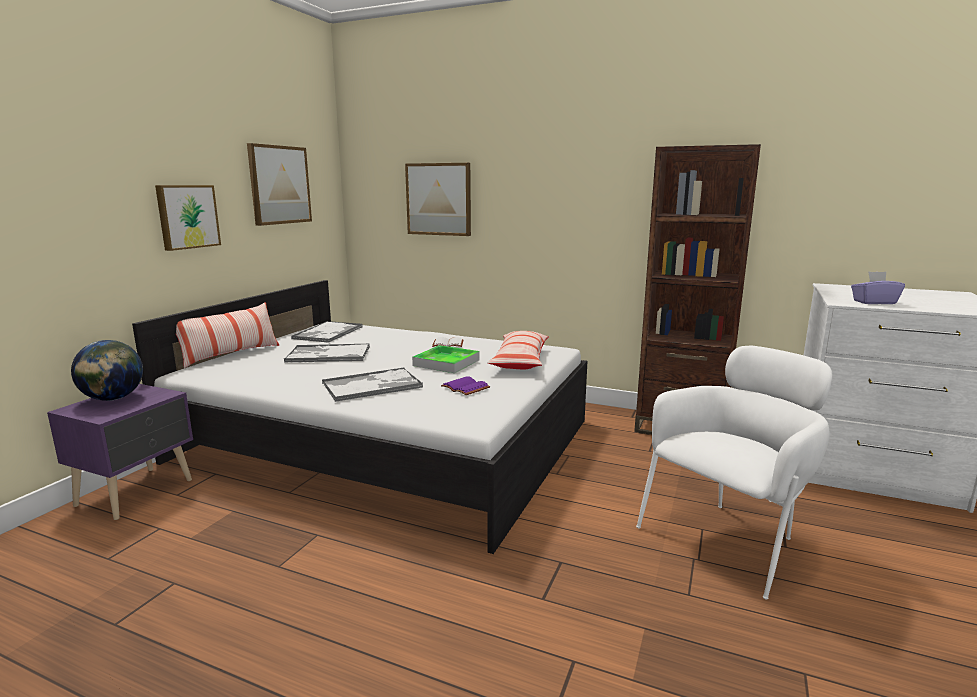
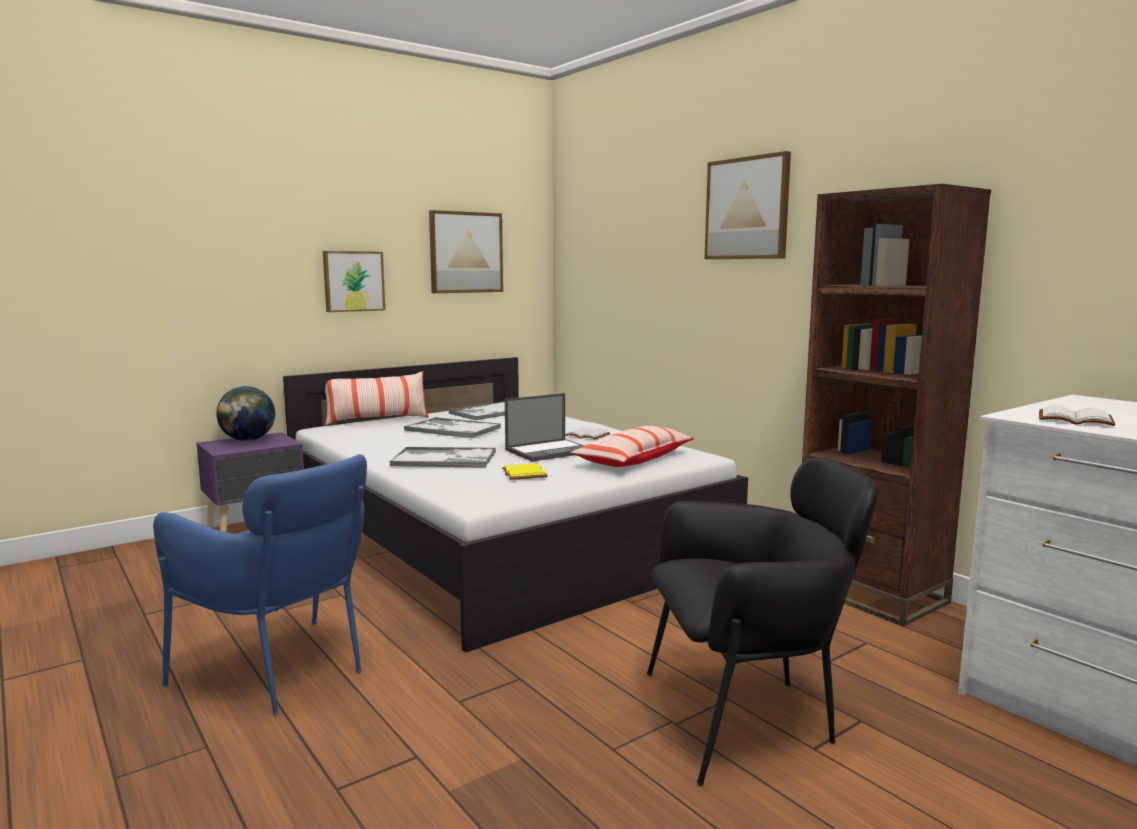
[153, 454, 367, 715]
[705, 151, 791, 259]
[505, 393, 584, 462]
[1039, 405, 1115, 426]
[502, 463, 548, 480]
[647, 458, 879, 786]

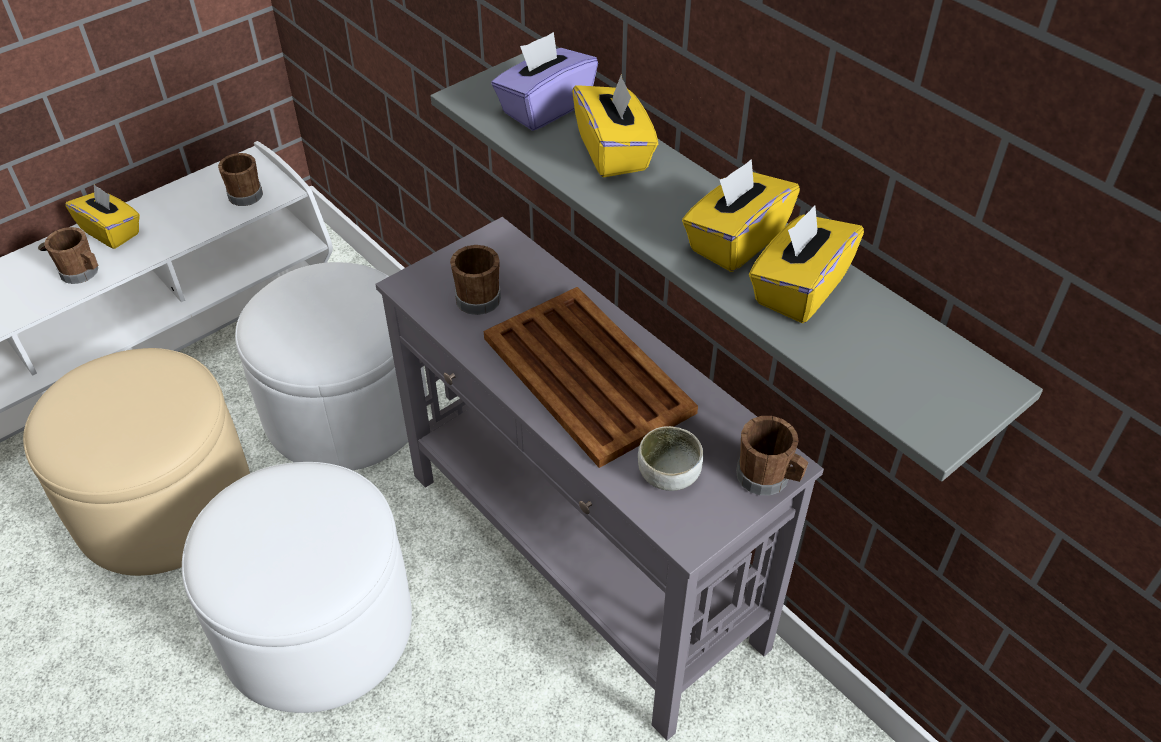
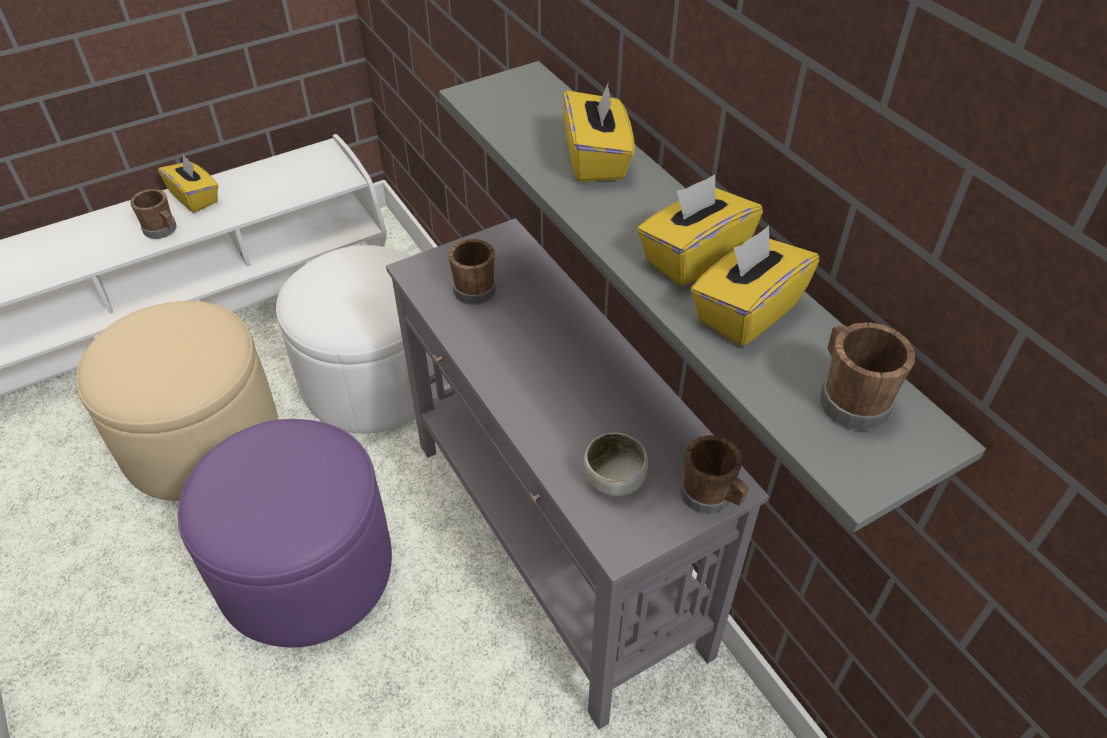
[484, 287, 698, 468] (first image)
[491, 32, 598, 131] (first image)
[820, 322, 915, 431]
[178, 419, 392, 647]

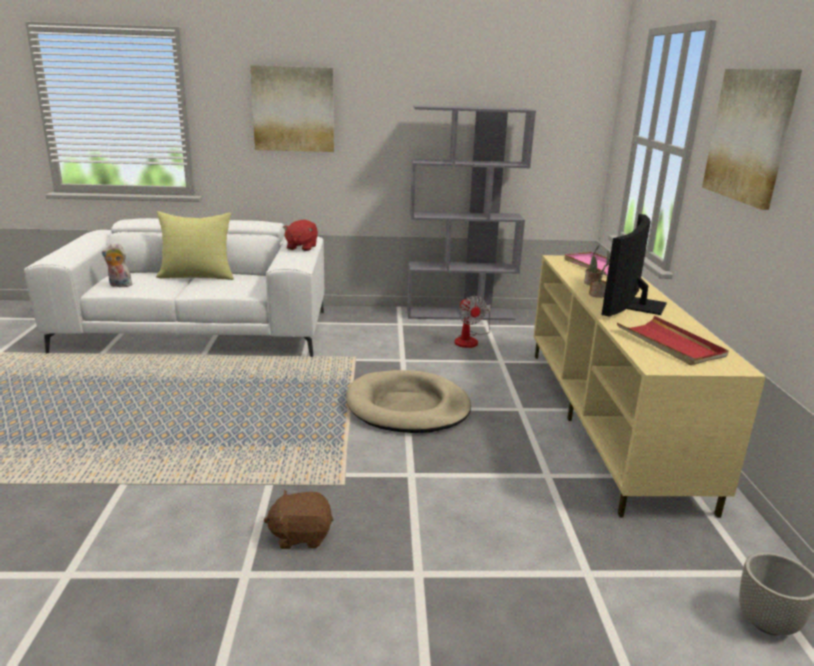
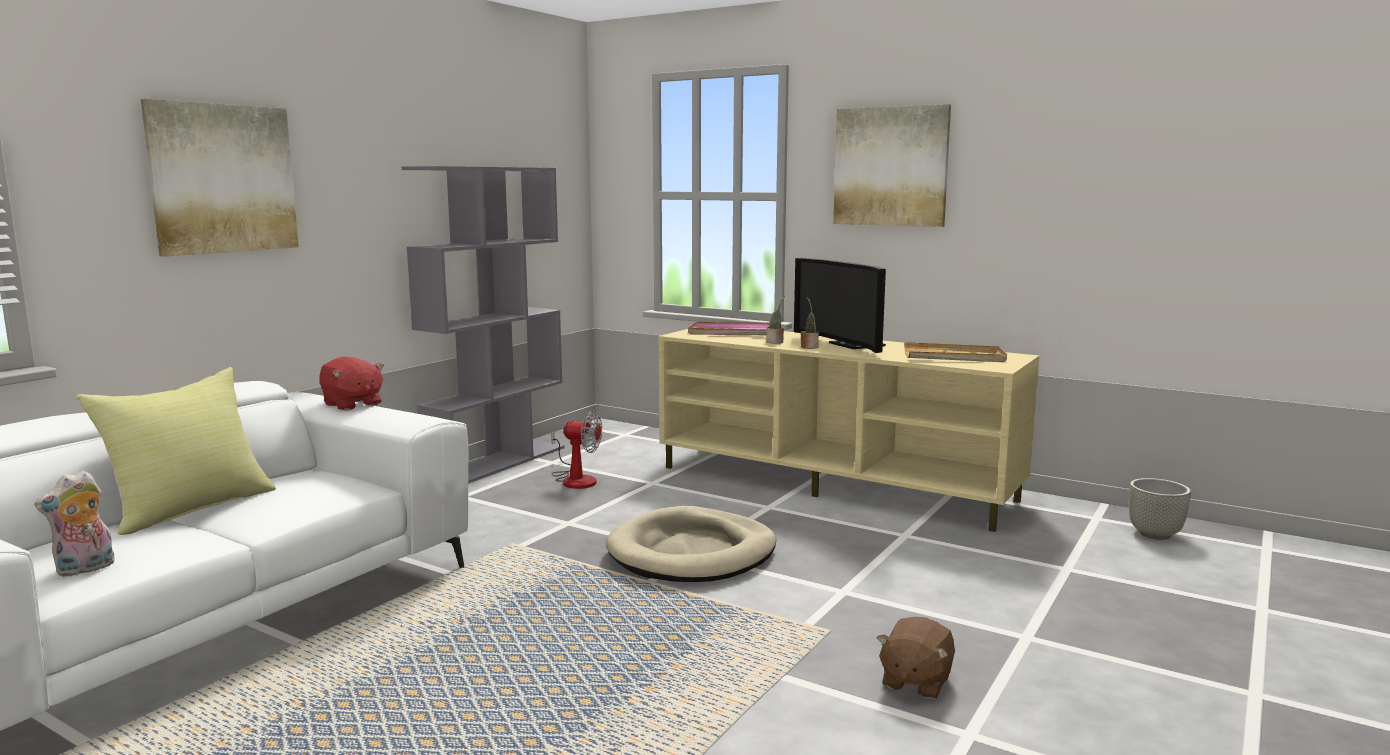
[904, 342, 1007, 362]

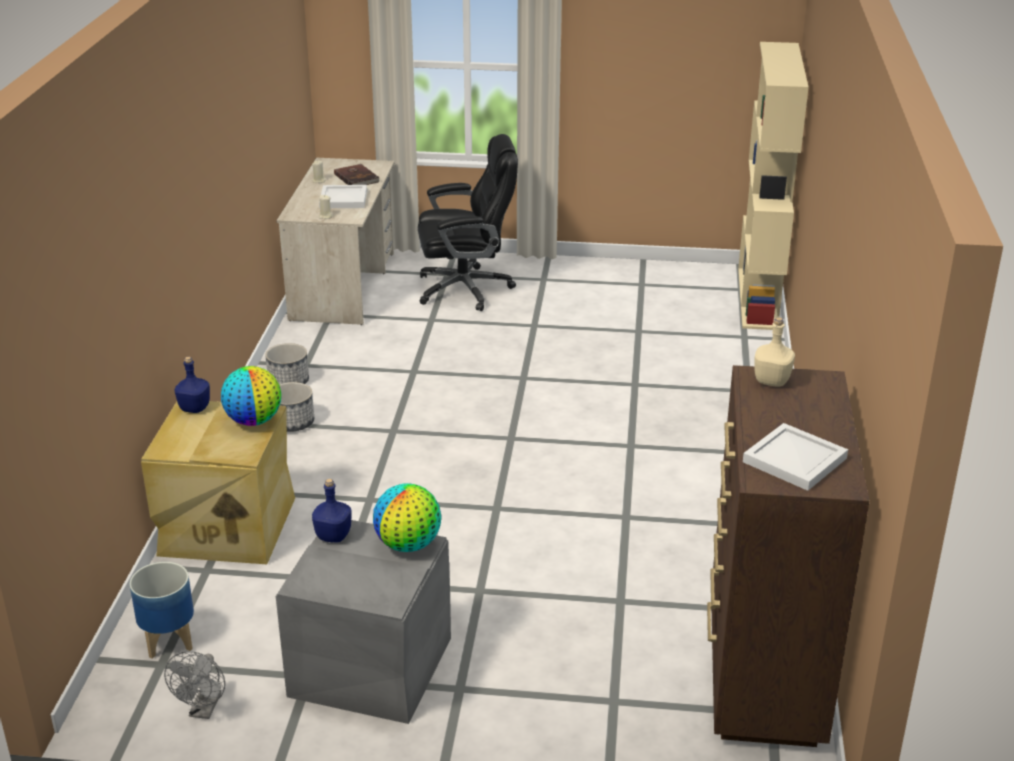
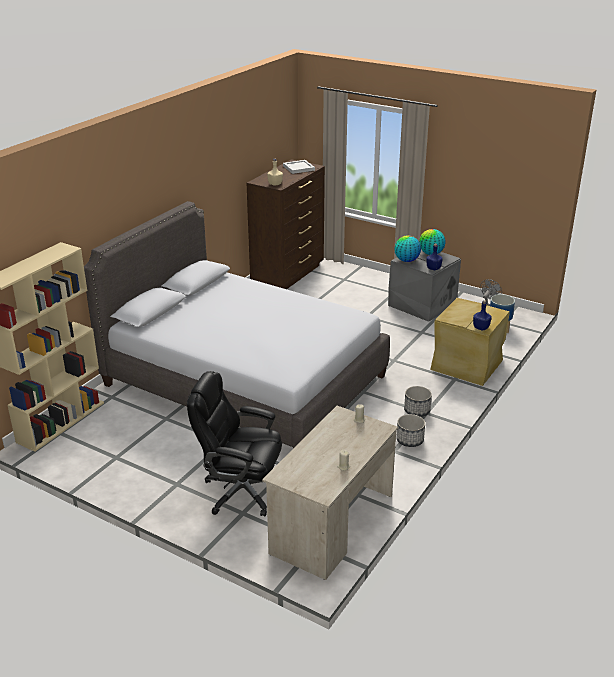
[319, 185, 367, 208] (first image)
[334, 164, 379, 185] (first image)
[84, 201, 390, 448]
[419, 229, 446, 255]

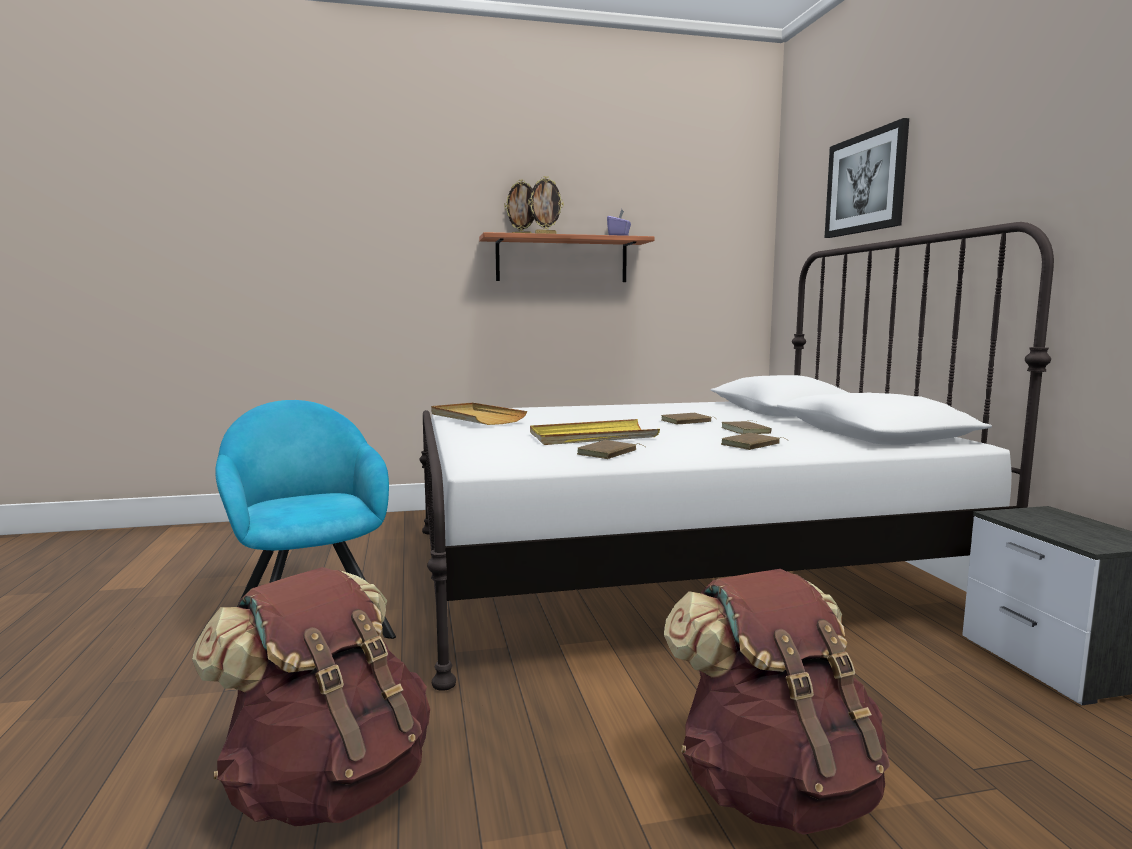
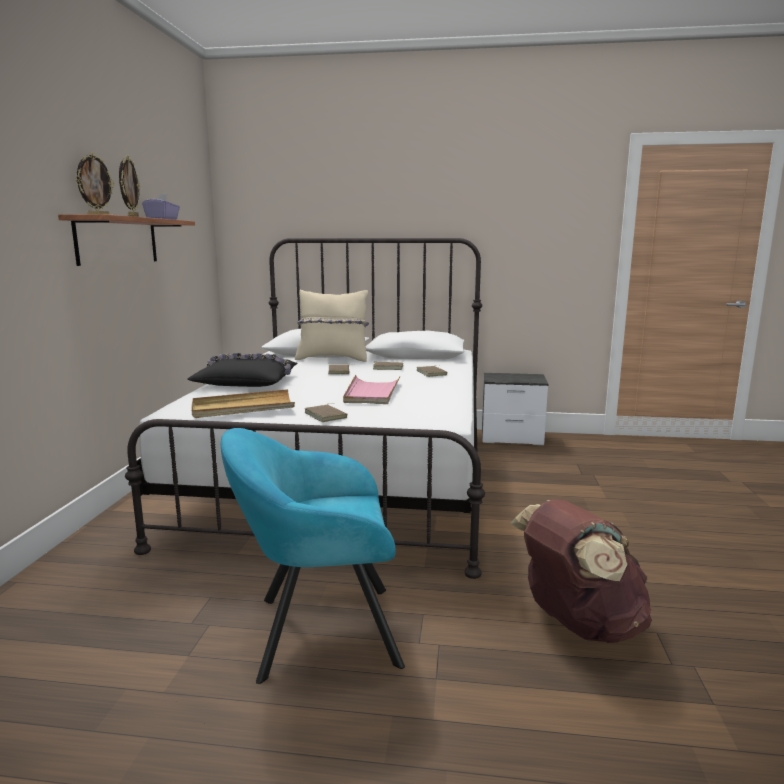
[664, 569, 890, 835] (first image)
[825, 118, 909, 238] (first image)
[187, 353, 298, 387]
[295, 290, 369, 362]
[305, 403, 347, 422]
[343, 375, 400, 404]

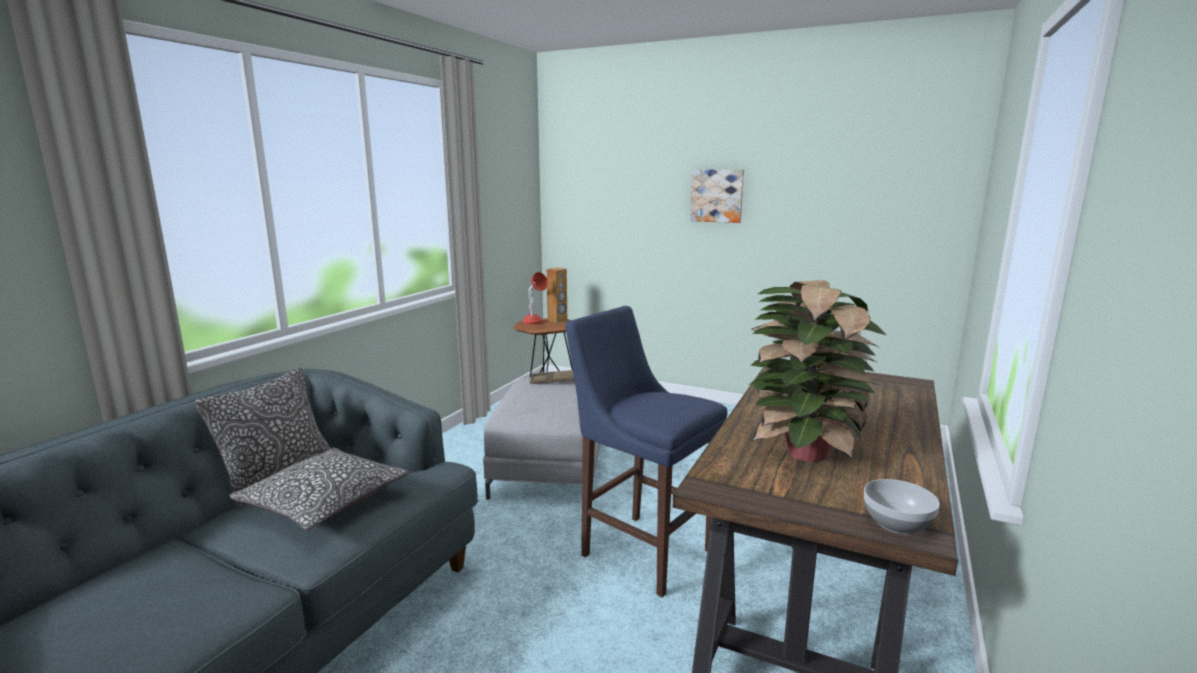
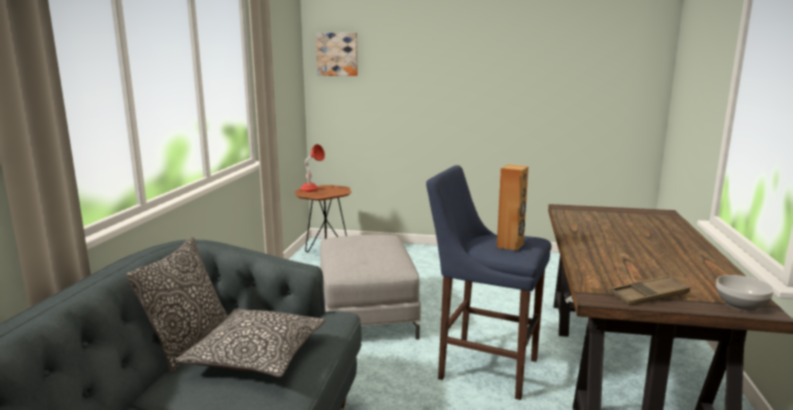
[749, 280, 886, 462] (first image)
[610, 276, 690, 305]
[497, 165, 529, 251]
[316, 33, 358, 76]

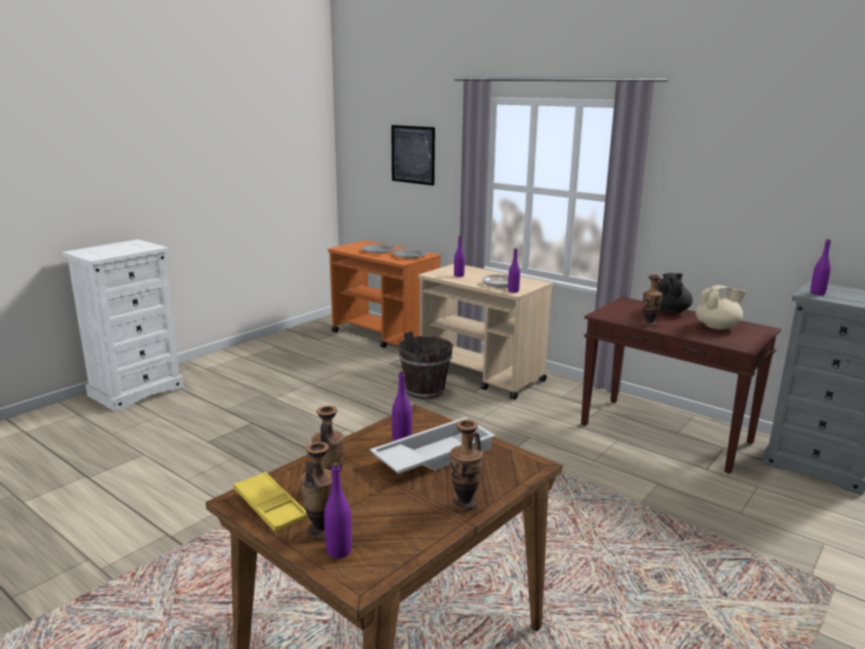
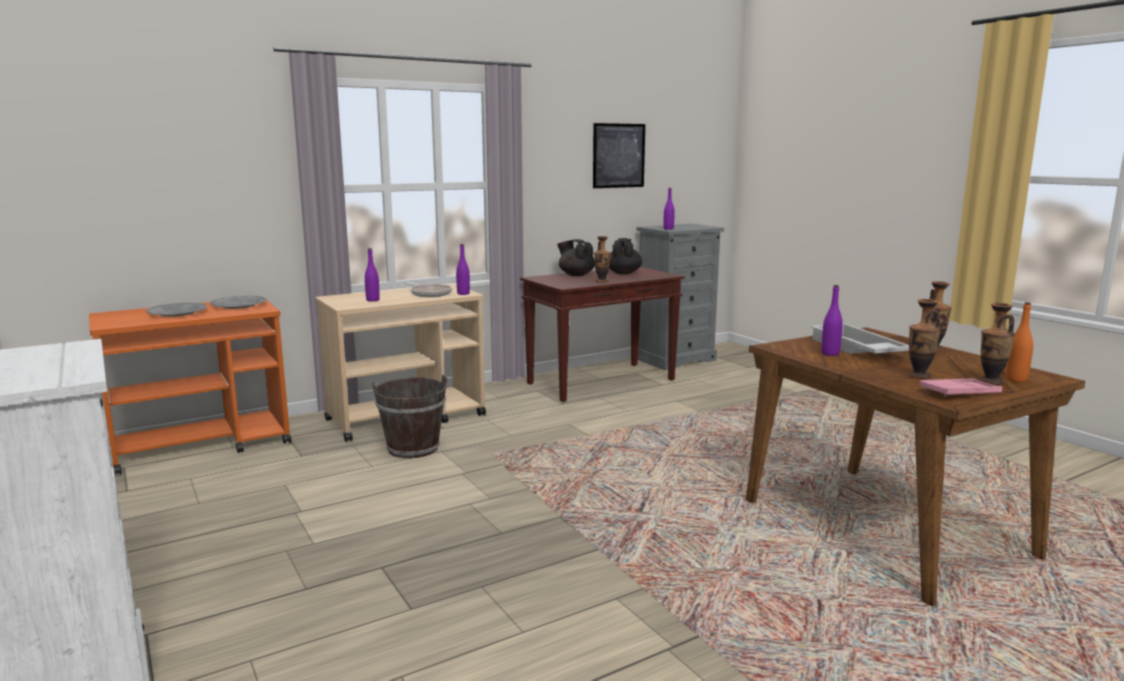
[593, 123, 645, 188]
[919, 379, 1002, 397]
[1006, 302, 1033, 382]
[609, 238, 643, 274]

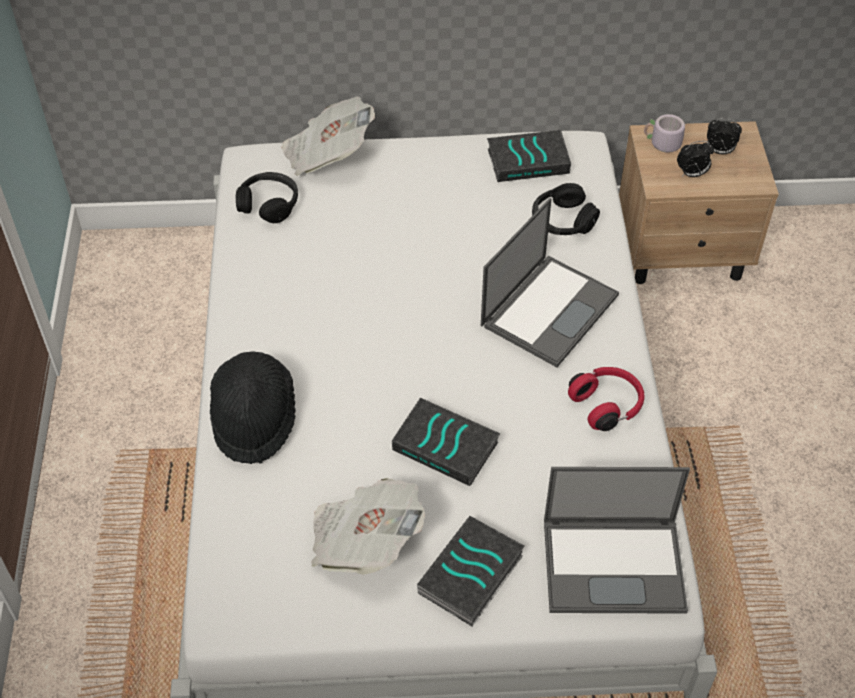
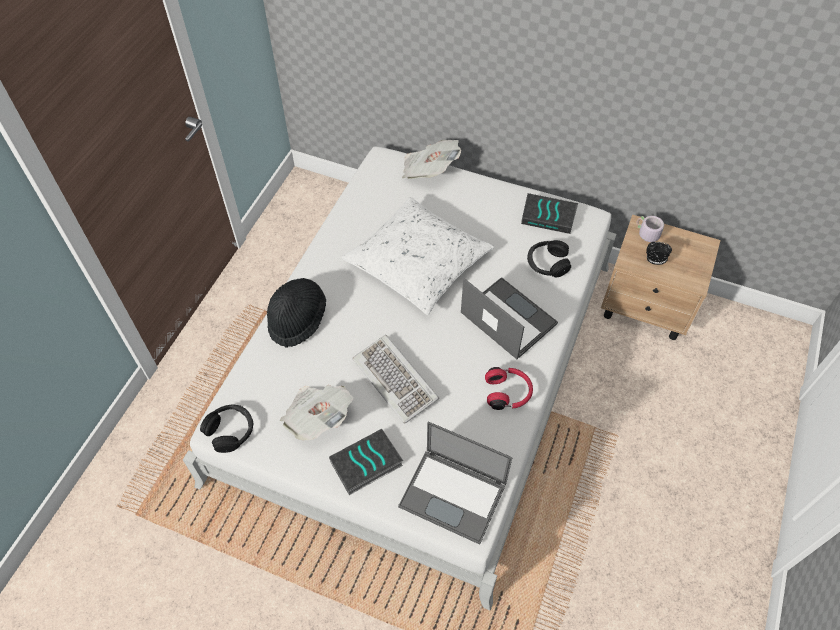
[707, 118, 742, 154] (first image)
[342, 197, 494, 315]
[200, 405, 253, 453]
[353, 335, 439, 424]
[461, 277, 558, 359]

